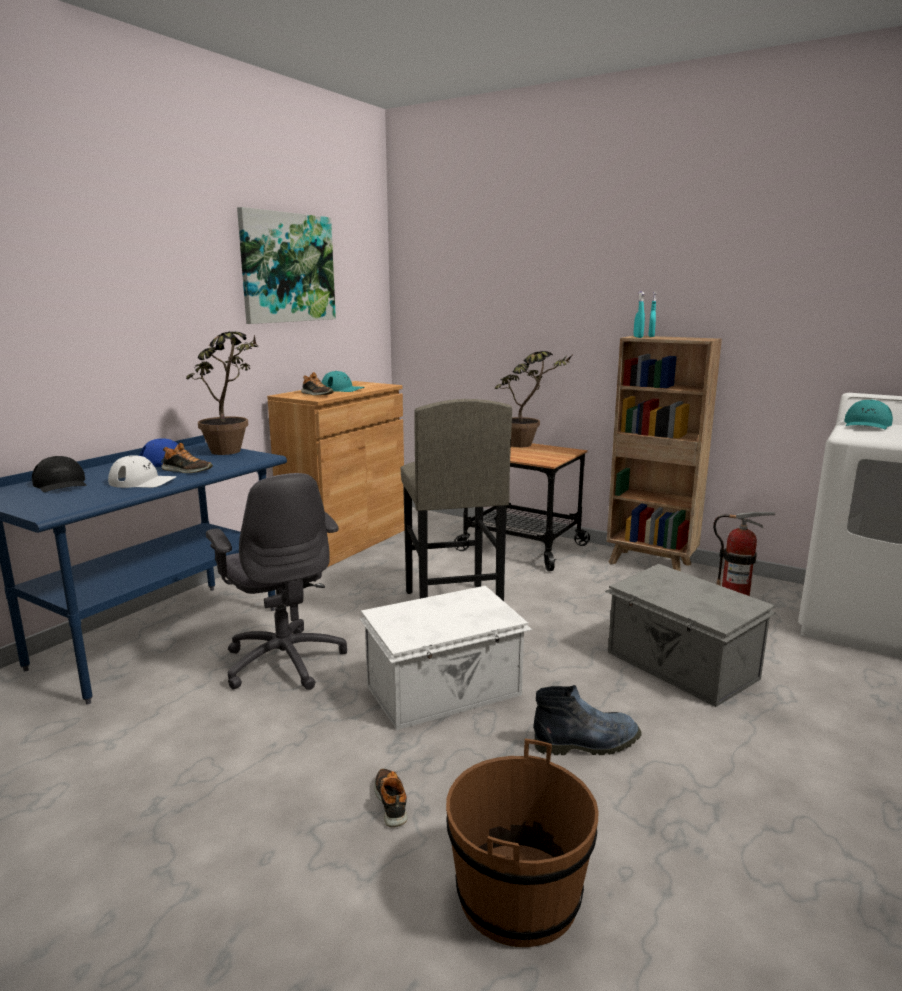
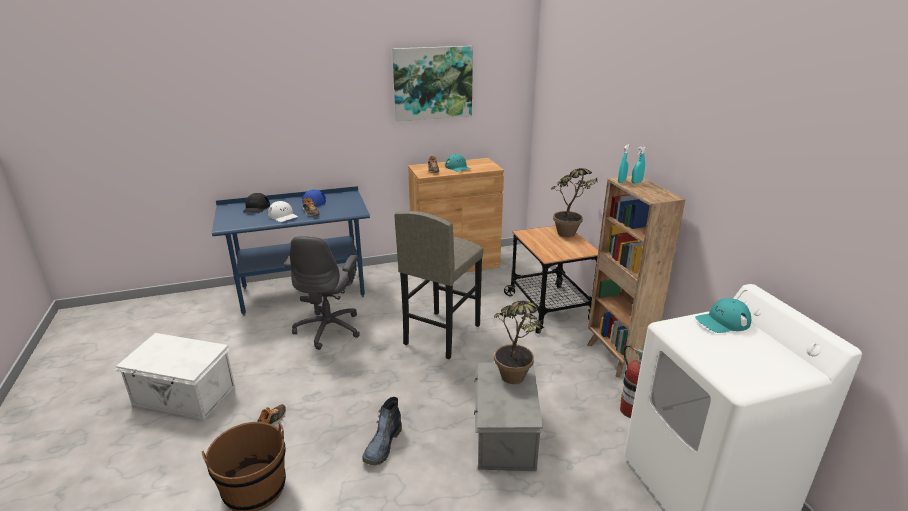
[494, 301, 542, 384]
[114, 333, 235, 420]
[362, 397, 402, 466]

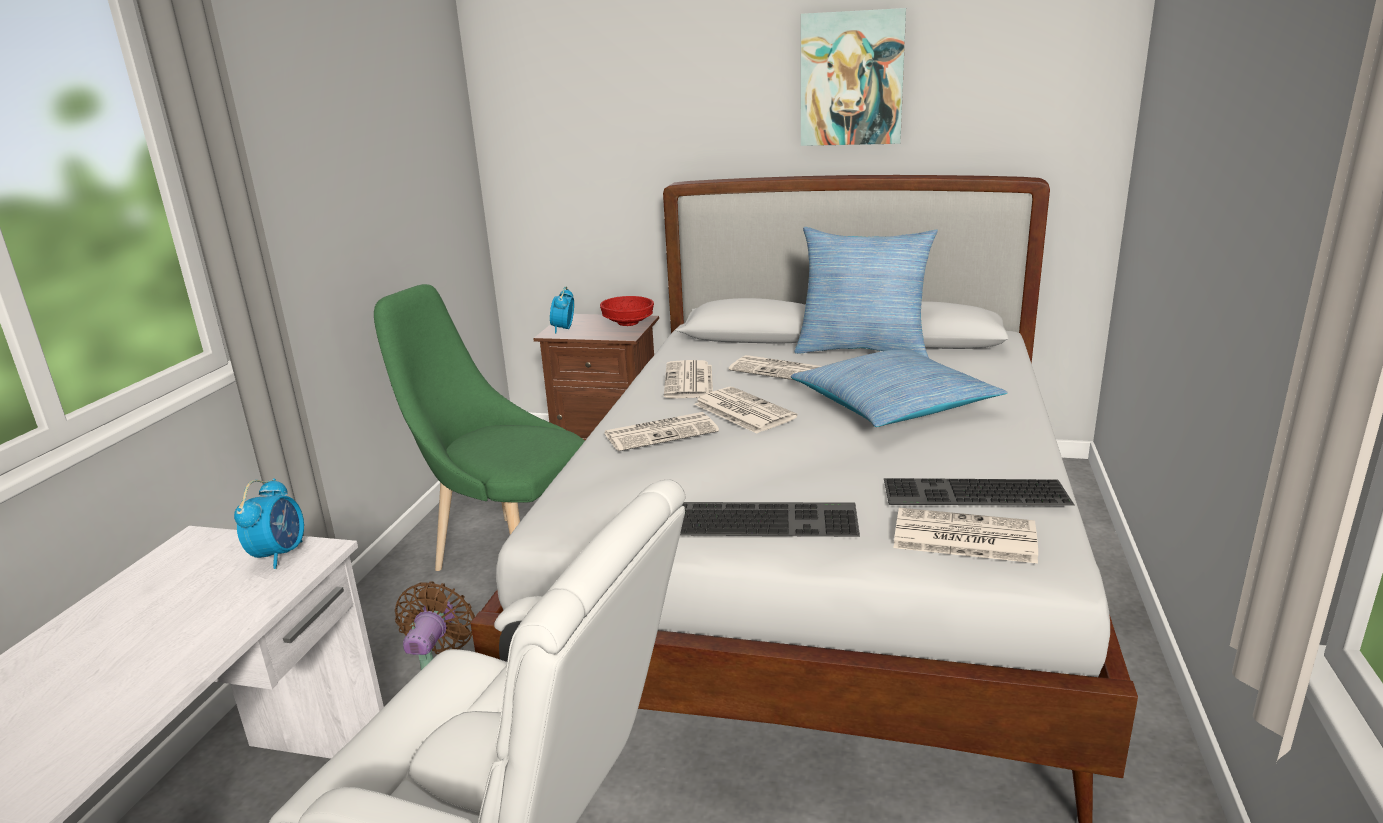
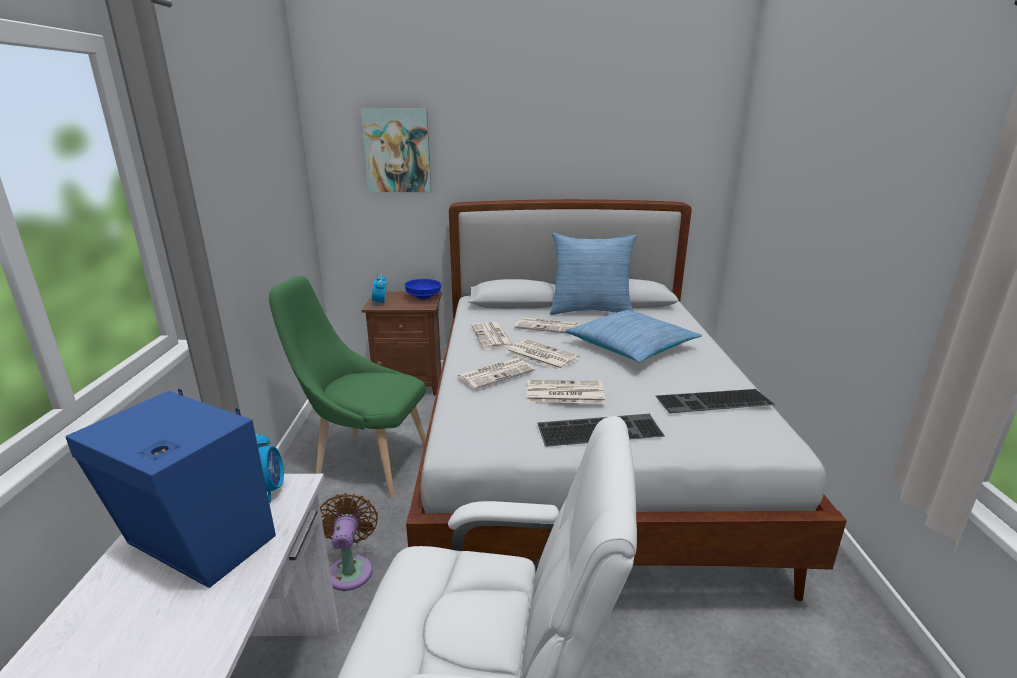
[65, 389, 276, 588]
[361, 108, 431, 192]
[527, 380, 605, 404]
[405, 279, 441, 299]

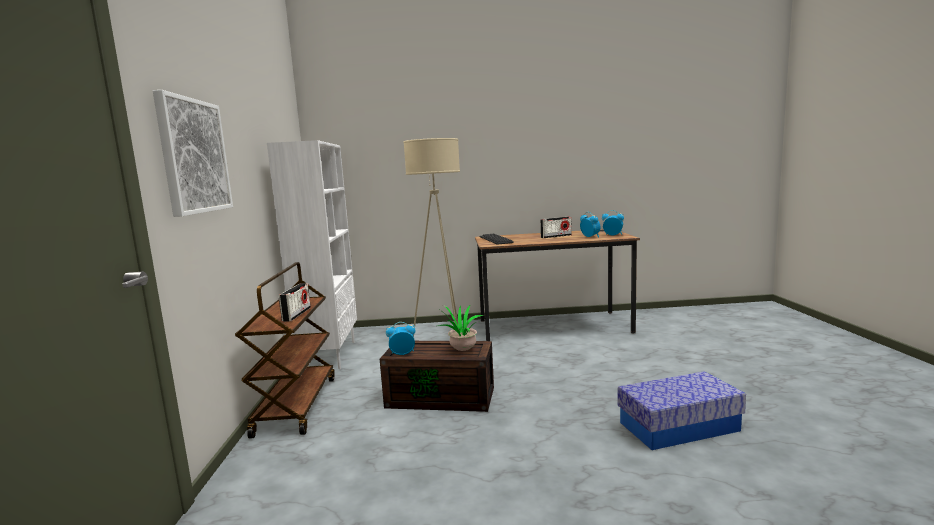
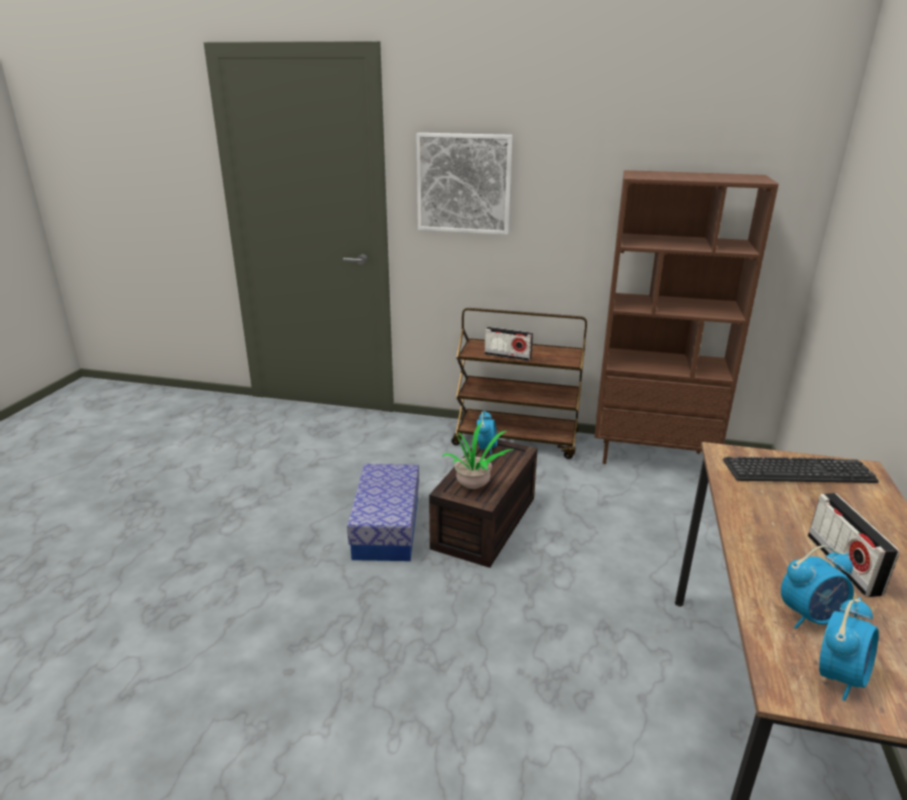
[403, 138, 460, 336] (first image)
[347, 464, 419, 561]
[595, 170, 779, 464]

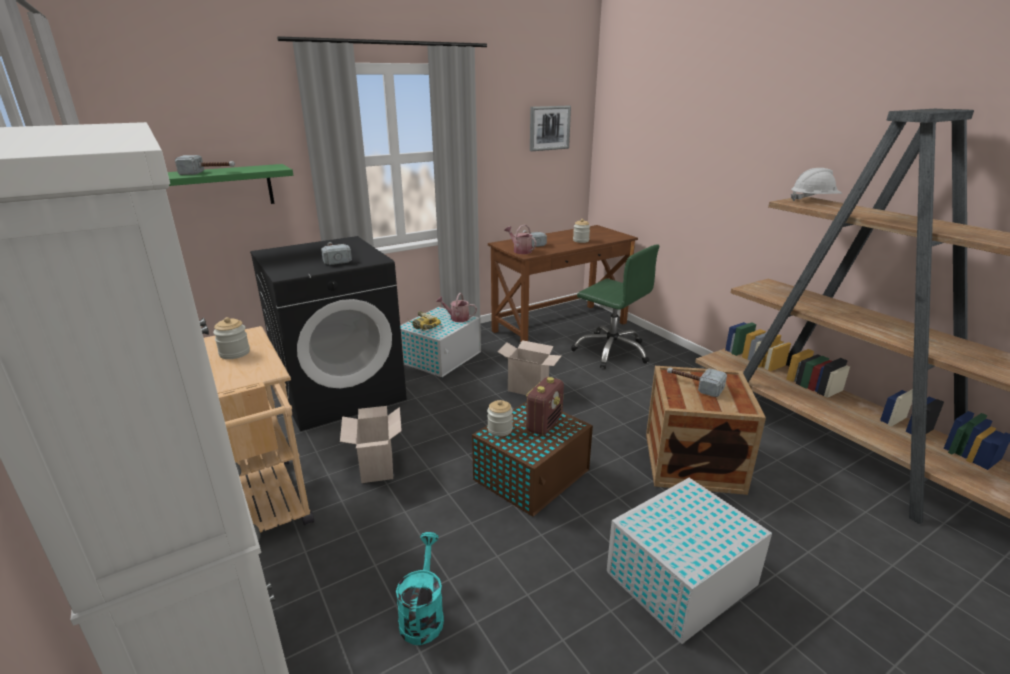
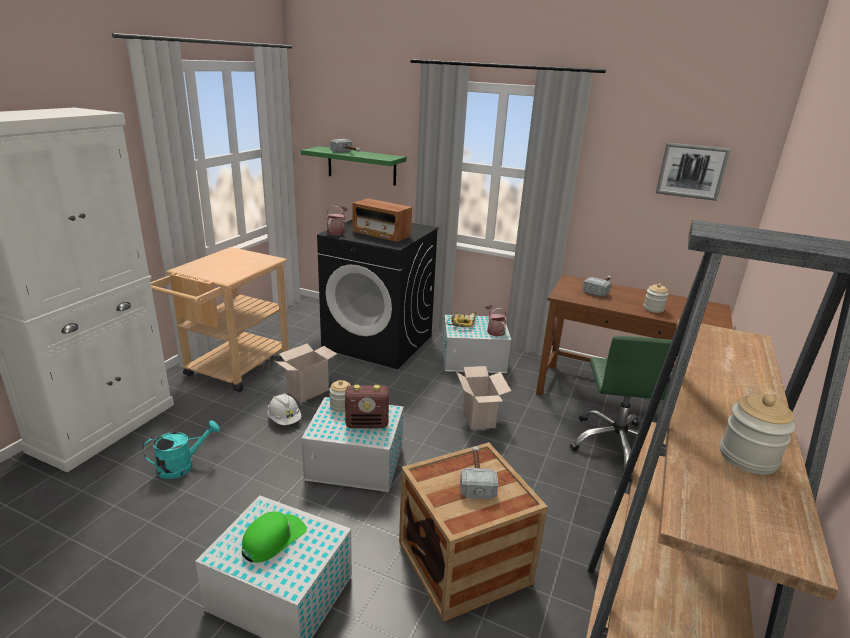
[242, 512, 307, 563]
[720, 395, 795, 475]
[326, 206, 347, 235]
[267, 393, 301, 425]
[352, 198, 412, 242]
[301, 397, 404, 492]

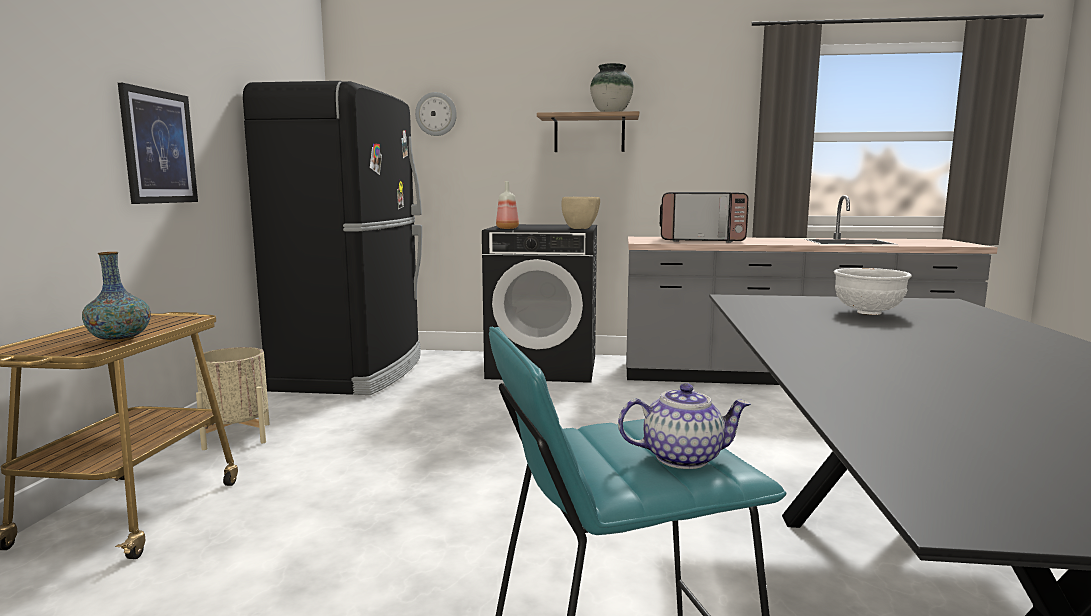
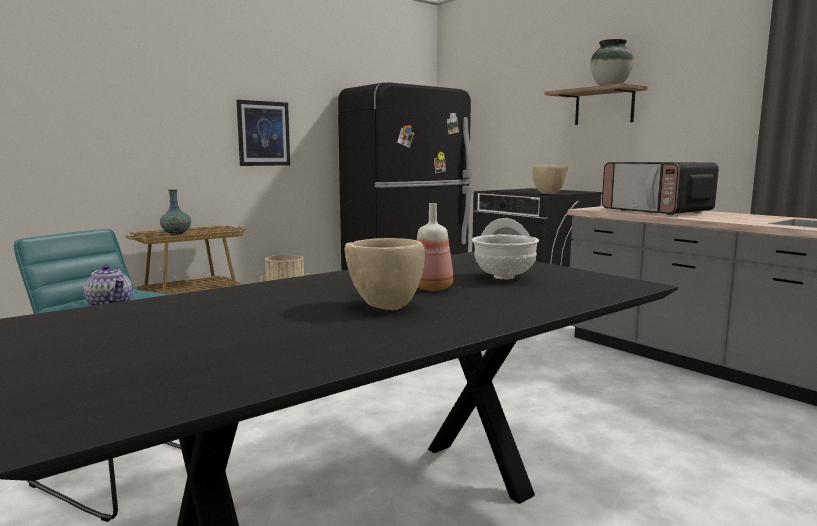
[415, 92, 457, 136] (first image)
[345, 238, 425, 310]
[417, 203, 453, 291]

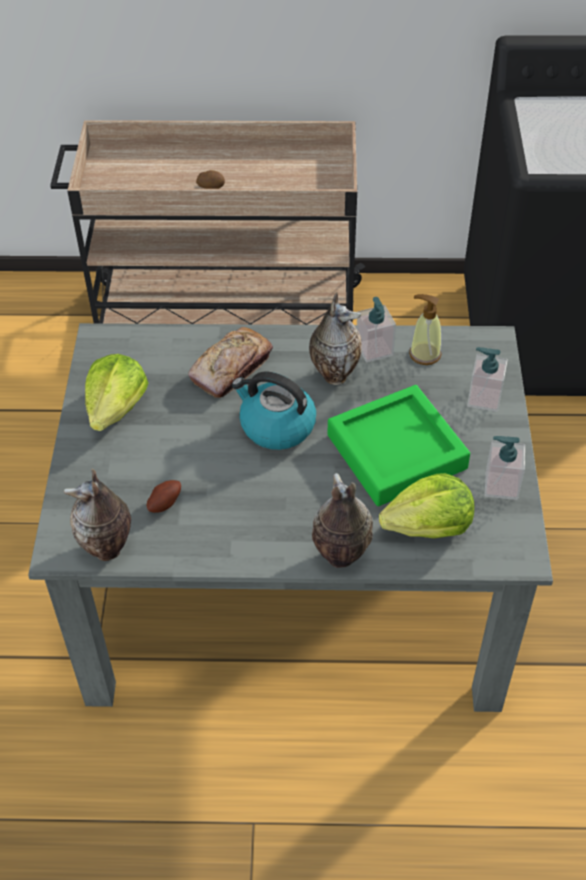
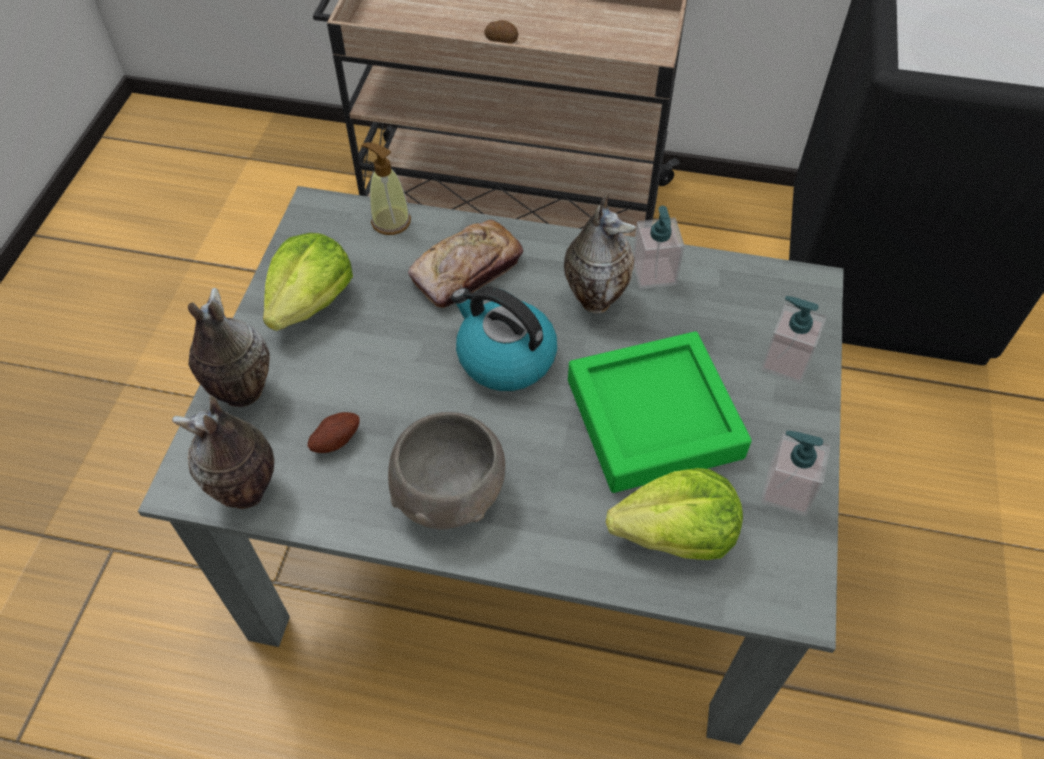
[388, 412, 505, 530]
[188, 288, 270, 407]
[361, 142, 411, 235]

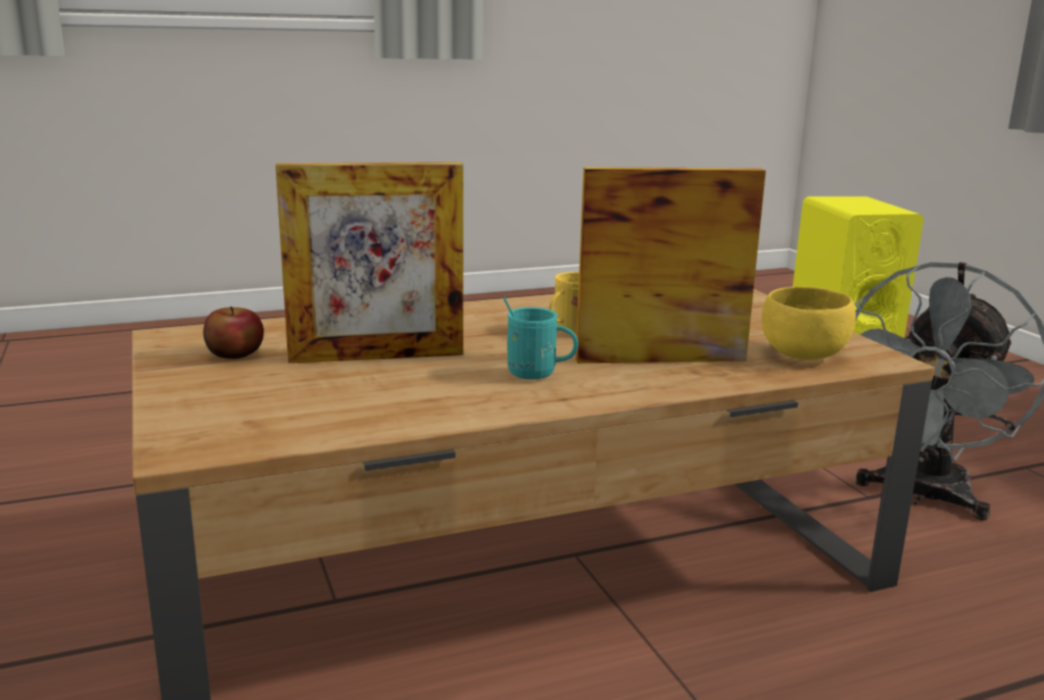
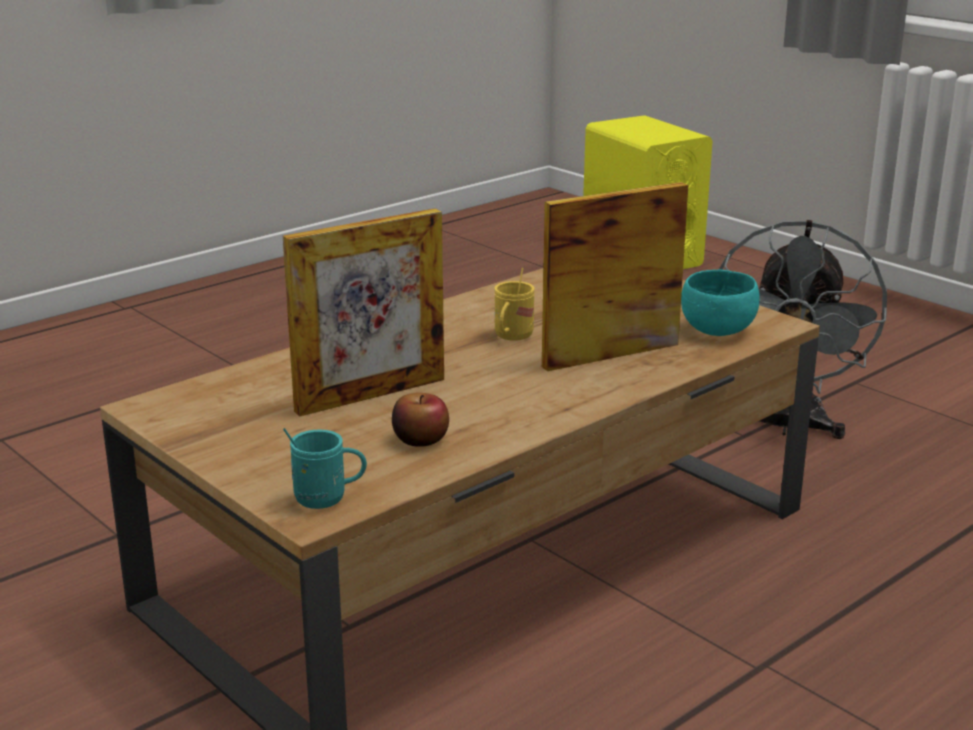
[392, 393, 449, 447]
[283, 428, 367, 509]
[681, 270, 760, 336]

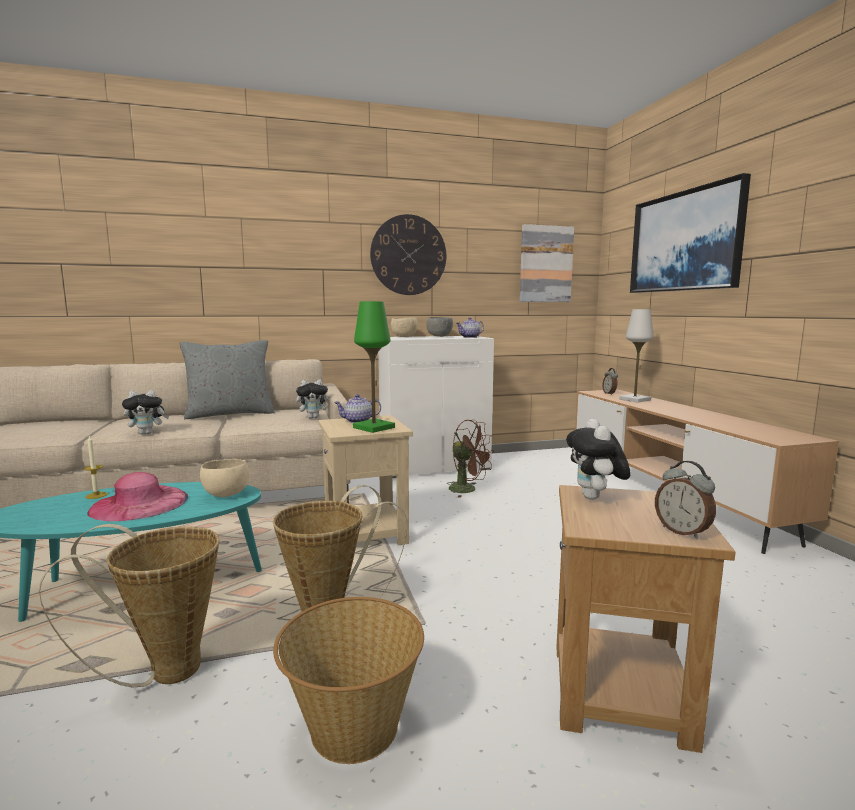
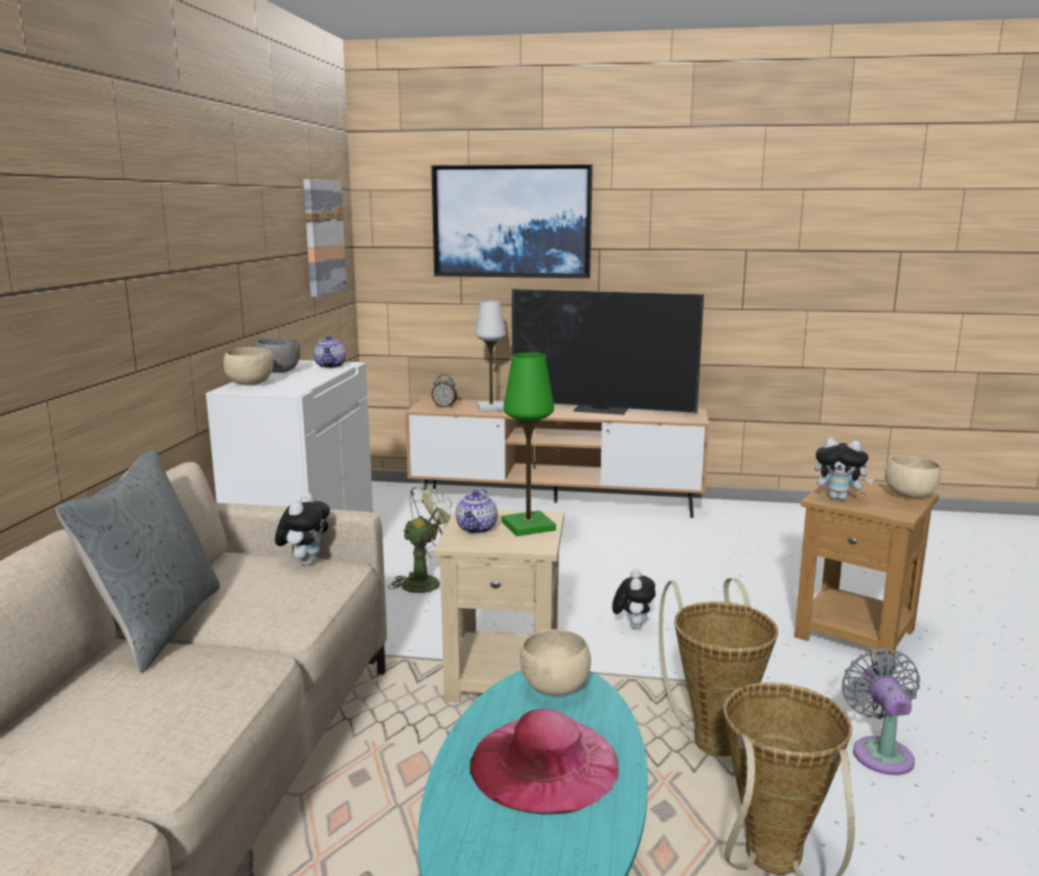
[83, 435, 108, 499] (first image)
[370, 214, 446, 295] (first image)
[512, 289, 704, 415]
[612, 569, 656, 629]
[842, 648, 920, 775]
[885, 456, 941, 498]
[388, 484, 452, 593]

